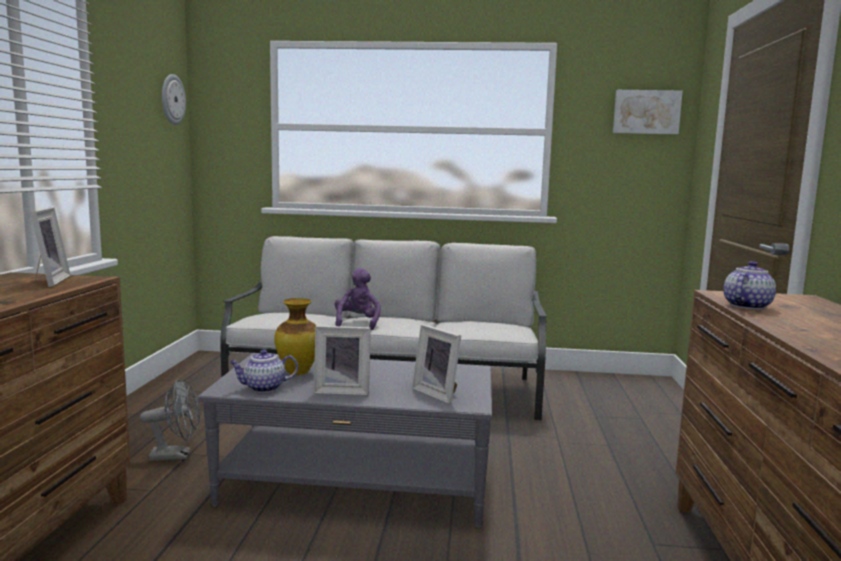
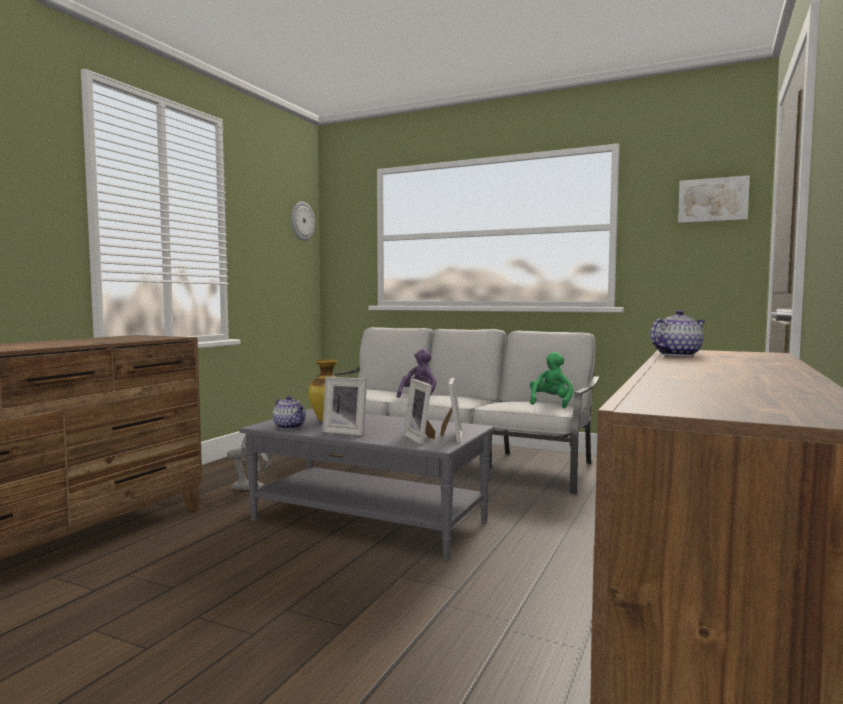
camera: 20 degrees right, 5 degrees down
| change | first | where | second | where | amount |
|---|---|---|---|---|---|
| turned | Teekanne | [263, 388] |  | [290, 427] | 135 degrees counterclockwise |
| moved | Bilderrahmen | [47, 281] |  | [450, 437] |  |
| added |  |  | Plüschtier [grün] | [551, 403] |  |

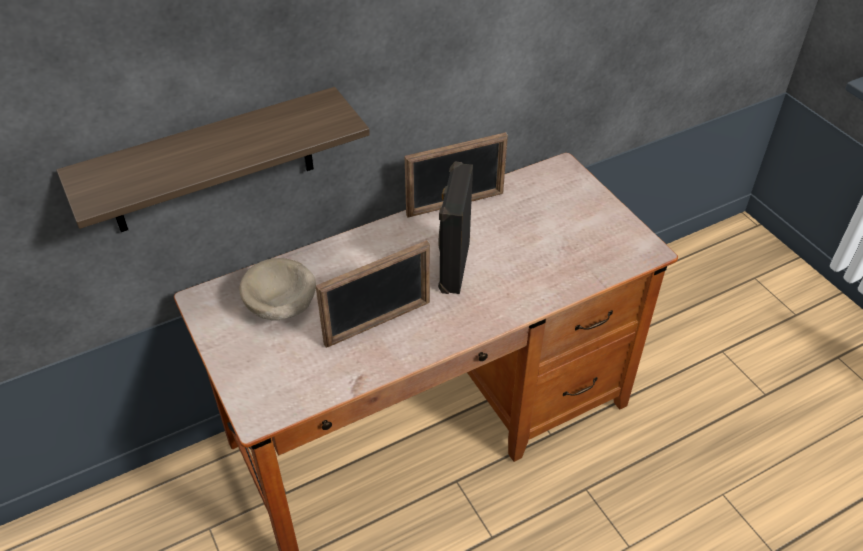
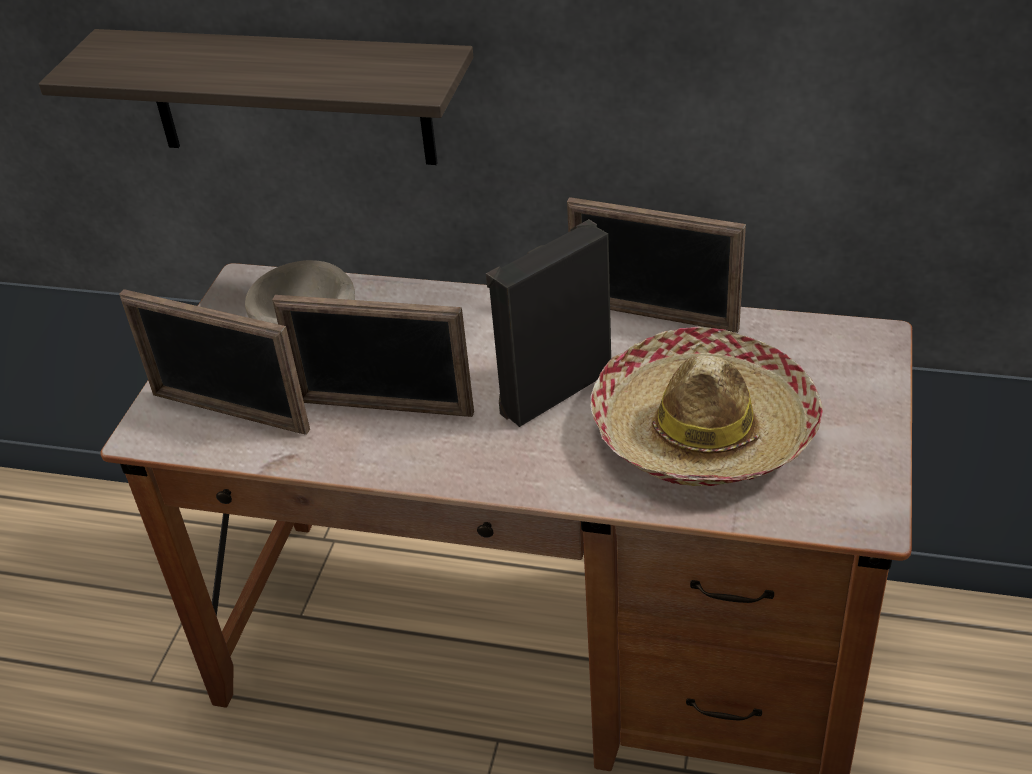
camera: 45 degrees right, 5 degrees down
| change | first | where | second | where | amount |
|---|---|---|---|---|---|
| added |  |  | Bilderrahmen | [229, 412] |  |
| added |  |  | Hut | [704, 429] |  |

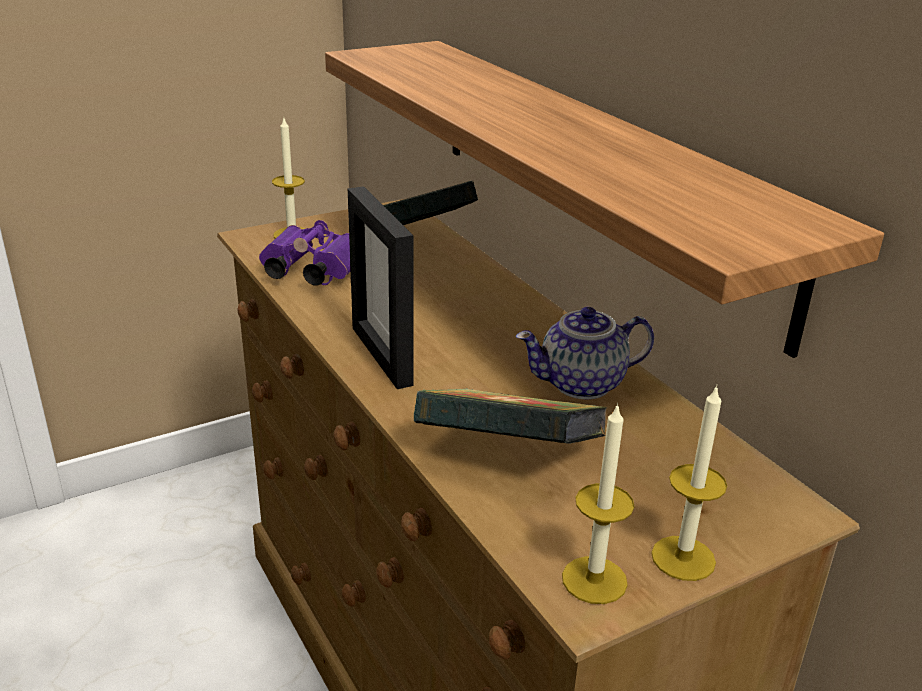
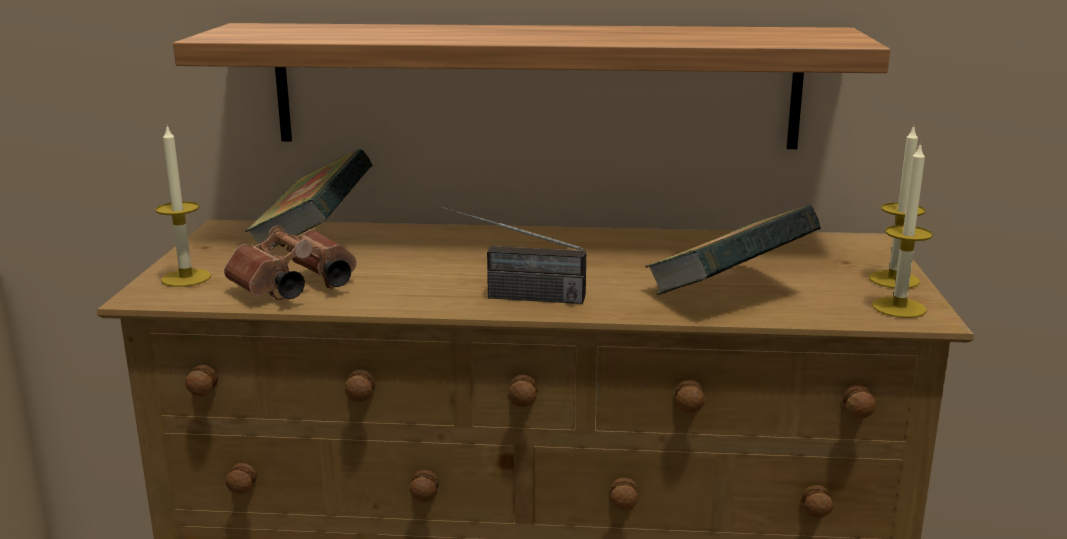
camera: 55 degrees left, 10 degrees down
| change | first | where | second | where | amount |
|---|---|---|---|---|---|
| recoloured | Fernglas [lila] | [308, 273] | Fernglas [braun] | [293, 289] |  |
| replaced | Bilderrahmen | [384, 355] | Radio | [510, 296] |  |
| removed | Teekanne | [581, 385] |  |  |  |

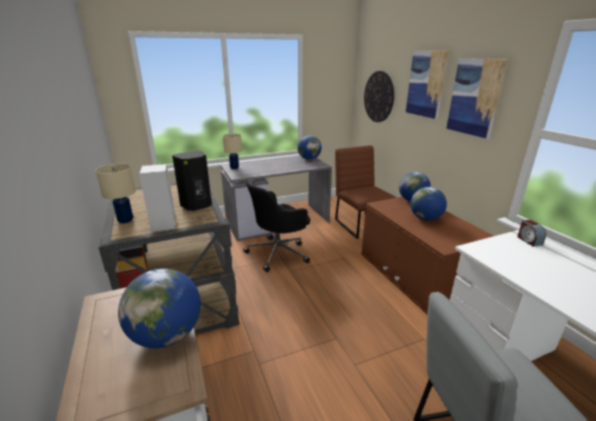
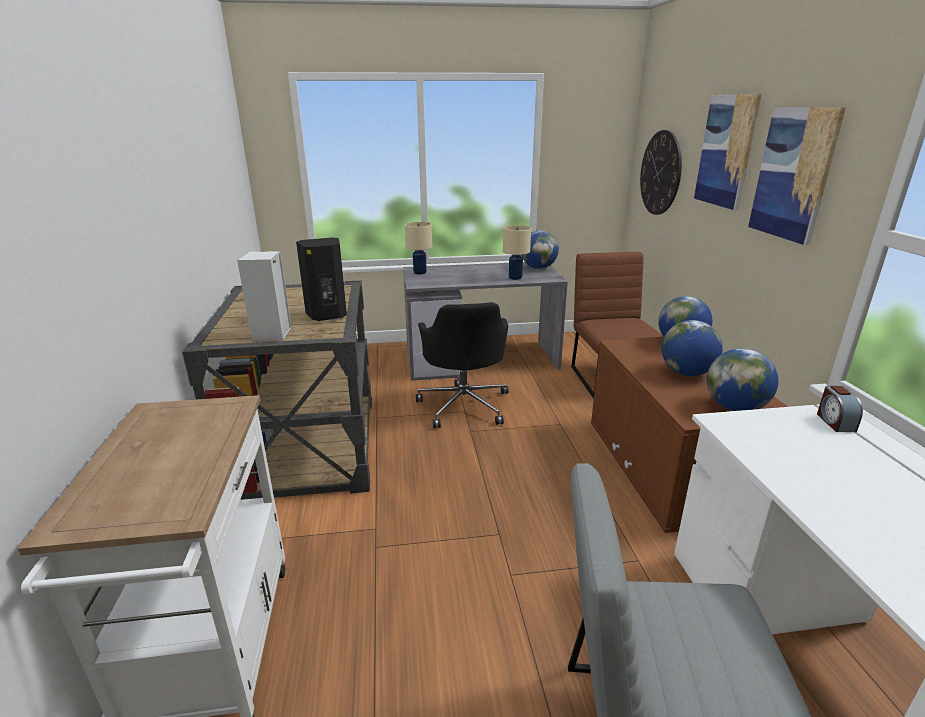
camera: 15 degrees right, 0 degrees up
| change | first | where | second | where | amount |
|---|---|---|---|---|---|
| turned | Bürostuhl [schwarz] | [279, 253] |  | [464, 404] | 75 degrees counterclockwise |
| moved | Tischlampe [beige] | [125, 220] |  | [515, 278] |  |
| moved | Globus | [167, 335] |  | [735, 407] |  |

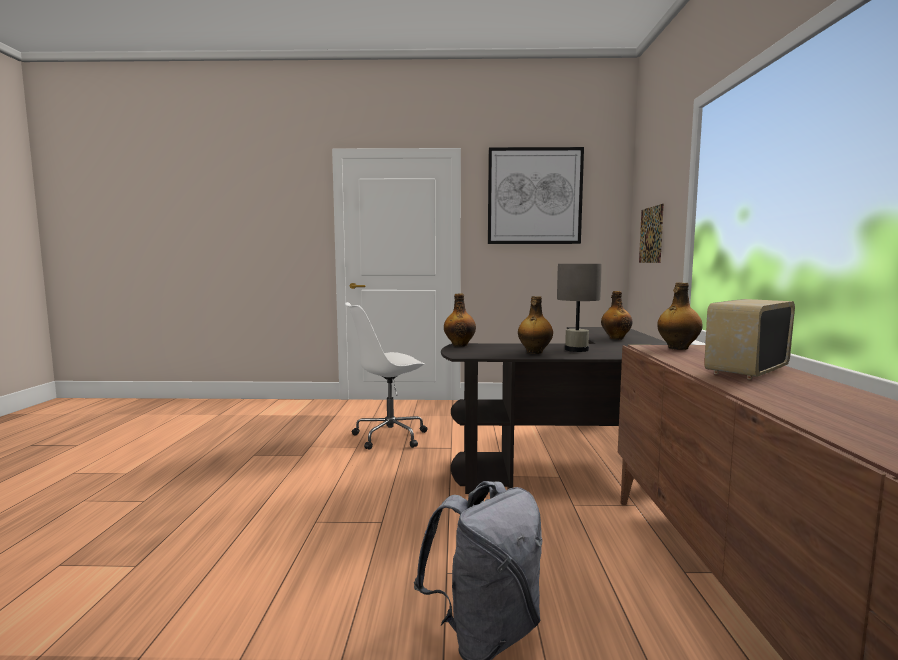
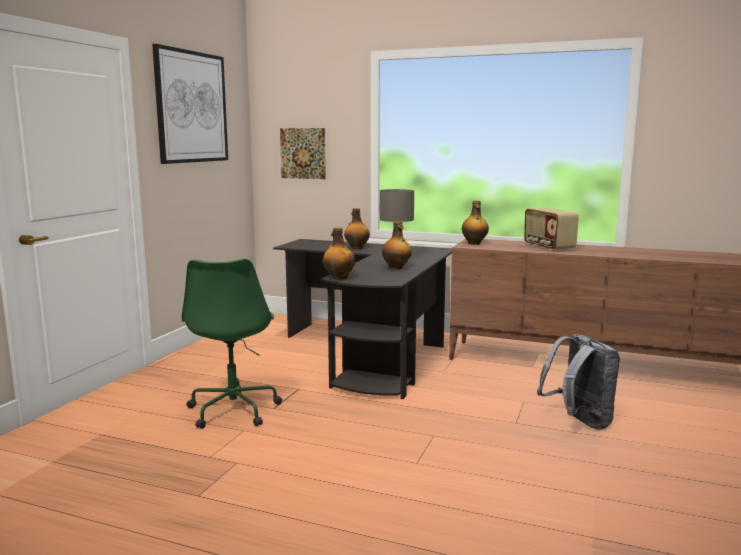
camera: 70 degrees left, 5 degrees up
| change | first | where | second | where | amount |
|---|---|---|---|---|---|
| recoloured | Bürostuhl [weiß] | [388, 437] | Bürostuhl [grün] | [233, 412] |  |

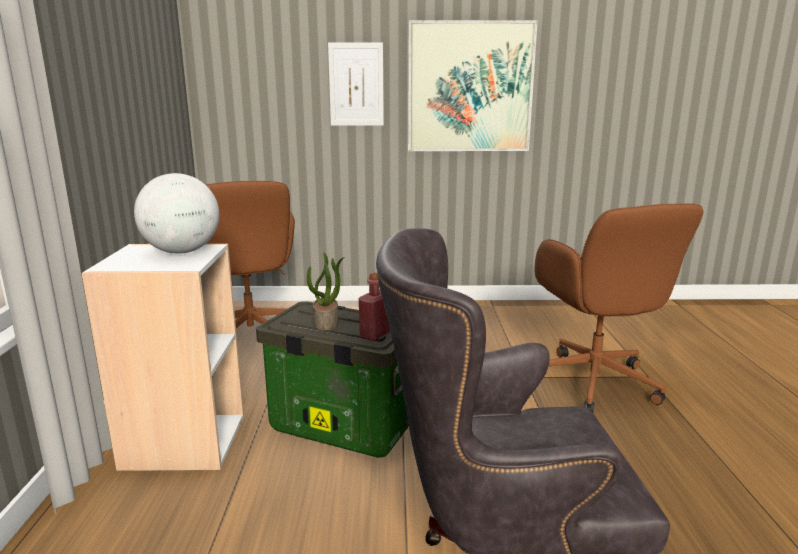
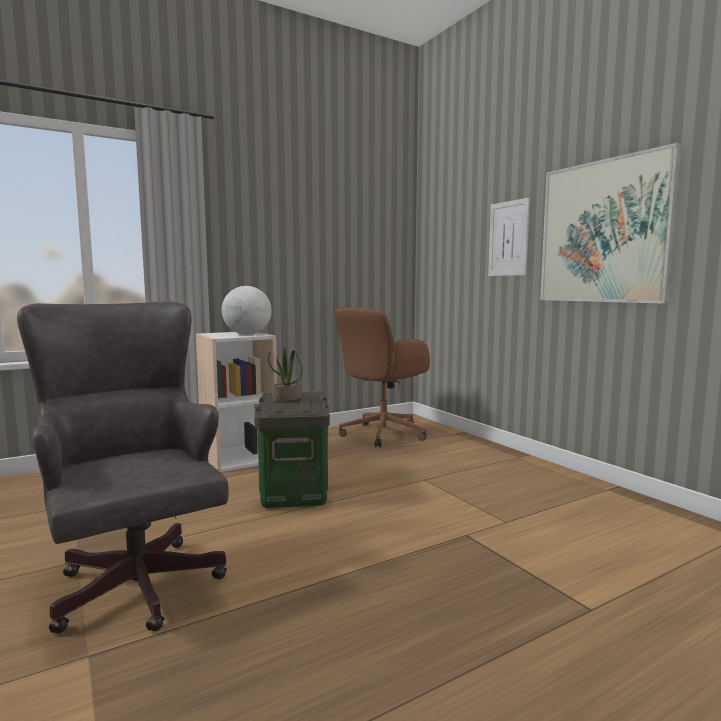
camera: 60 degrees right, 10 degrees down
| change | first | where | second | where | amount |
|---|---|---|---|---|---|
| removed | Flasche [rot] | [375, 335] |  |  |  |
| removed | Bürostuhl [braun] | [593, 383] |  |  |  |

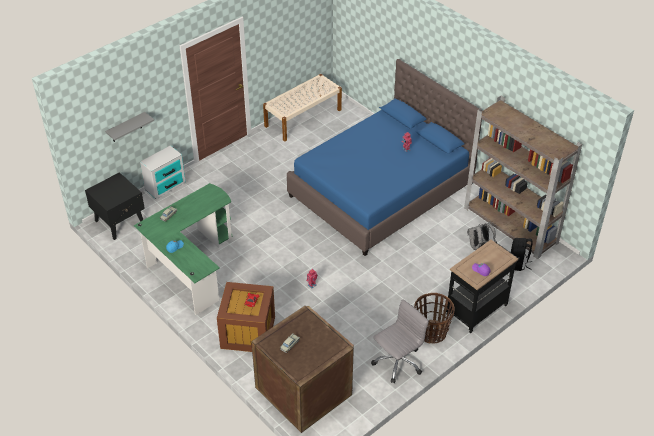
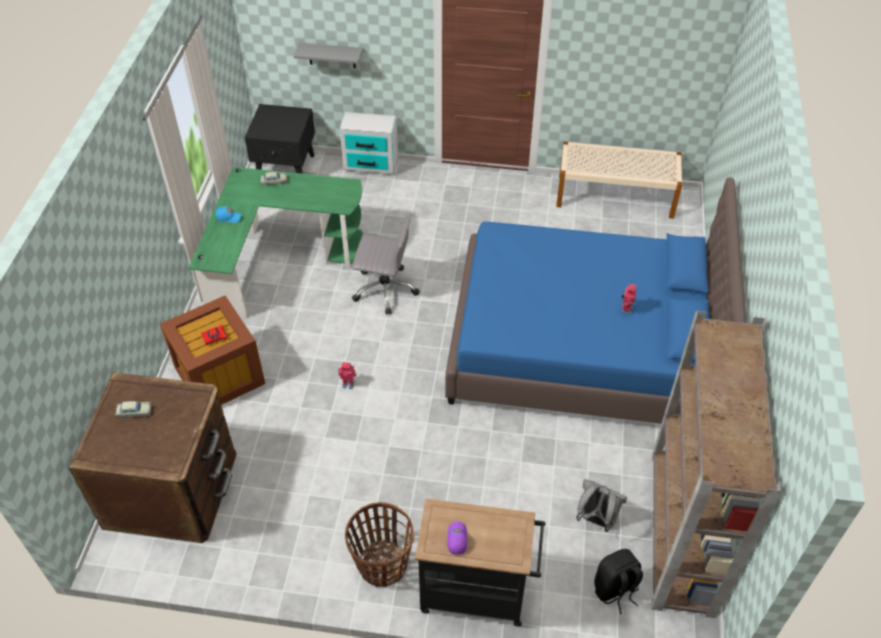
camera: 50 degrees right, 5 degrees up
| change | first | where | second | where | amount |
|---|---|---|---|---|---|
| moved | Bürostuhl [grau] | [398, 362] |  | [385, 289] |  |

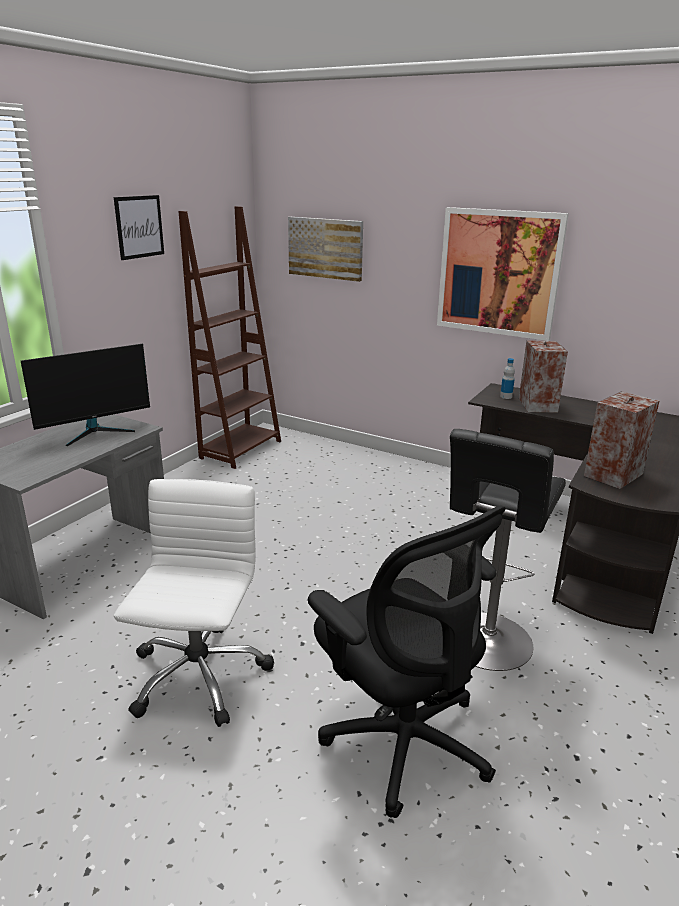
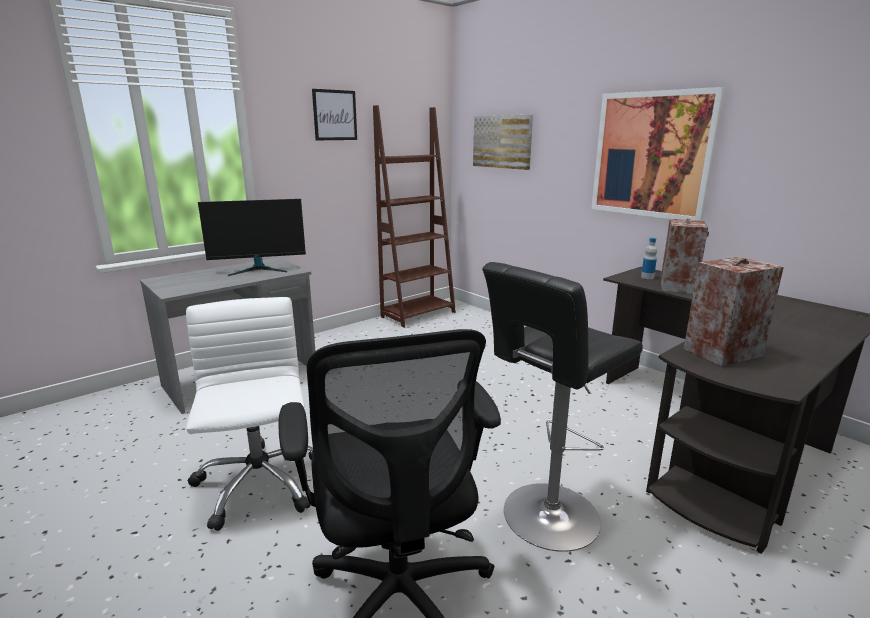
camera: 20 degrees right, 5 degrees down
| change | first | where | second | where | amount |
|---|---|---|---|---|---|
| turned | Bürostuhl [weiß] | [198, 675] |  | [259, 483] | 45 degrees counterclockwise |

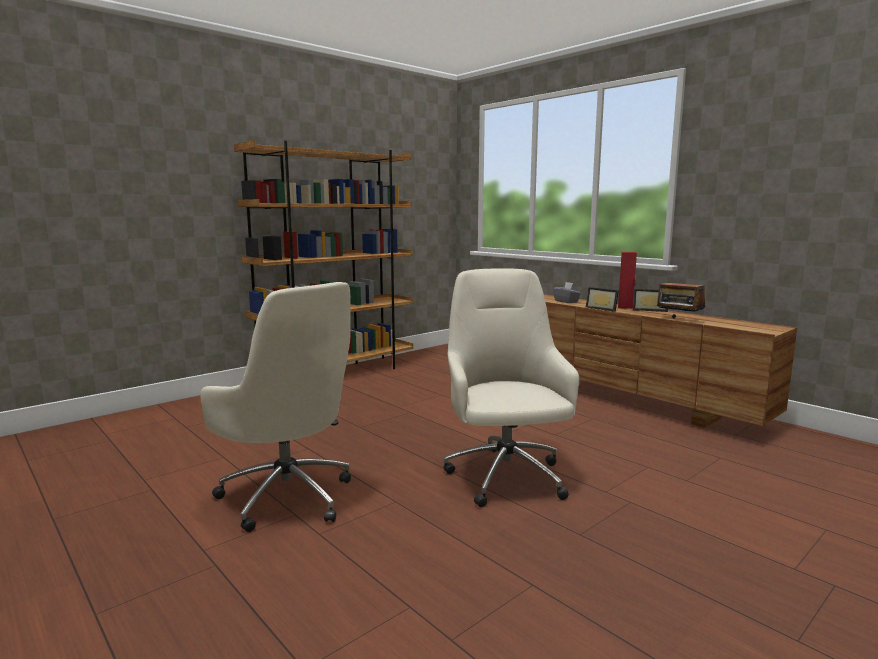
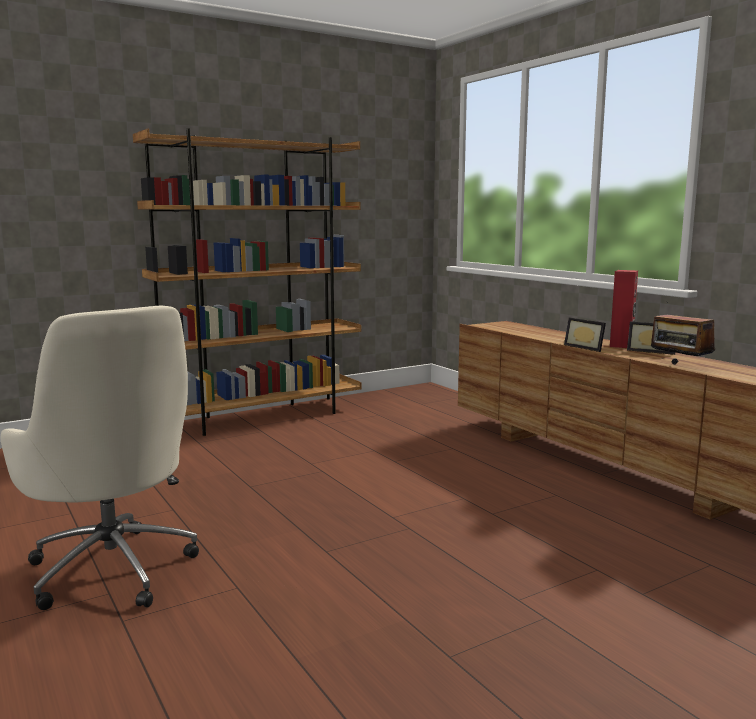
camera: 10 degrees right, 0 degrees up
| change | first | where | second | where | amount |
|---|---|---|---|---|---|
| removed | Bürostuhl [beige] | [505, 476] |  |  |  |
| removed | Taschentuchbox [grau] | [566, 301] |  |  |  |

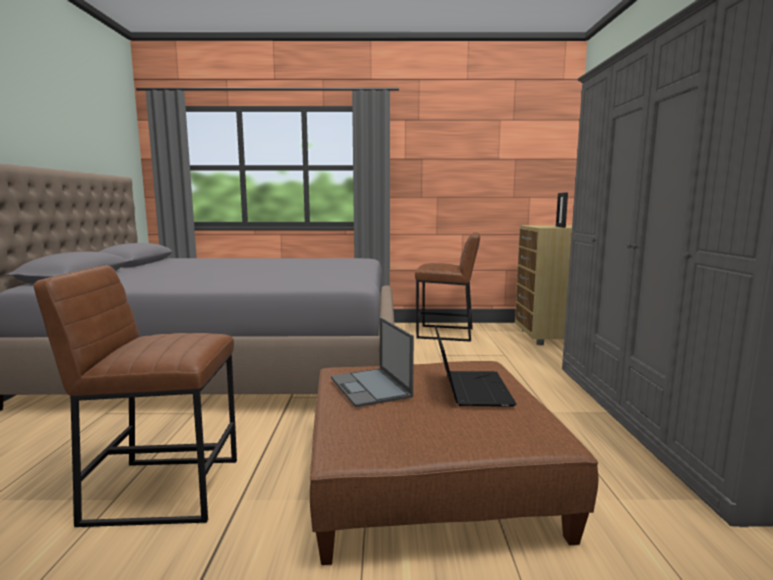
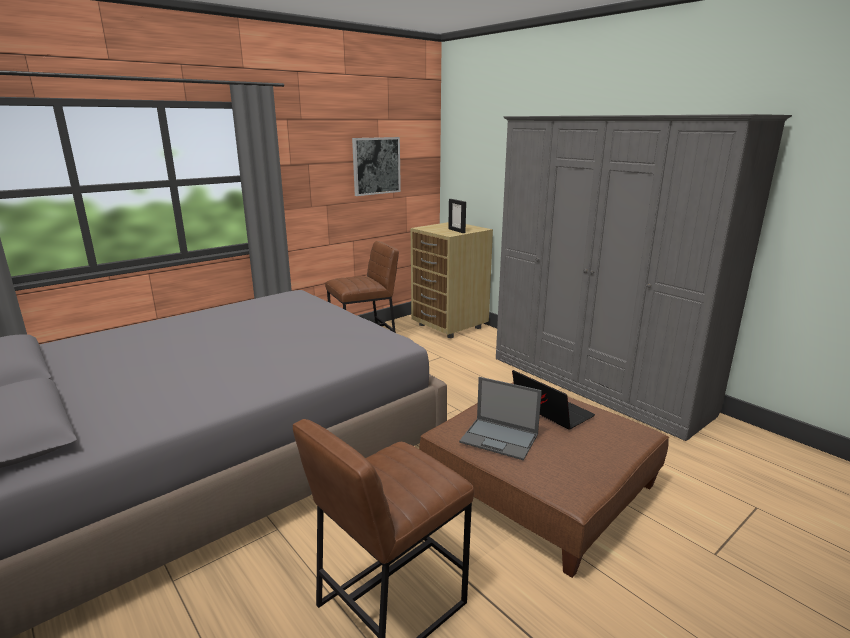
camera: 40 degrees left, 10 degrees up
| change | first | where | second | where | amount |
|---|---|---|---|---|---|
| added |  |  | Bild | [376, 166] |  |

